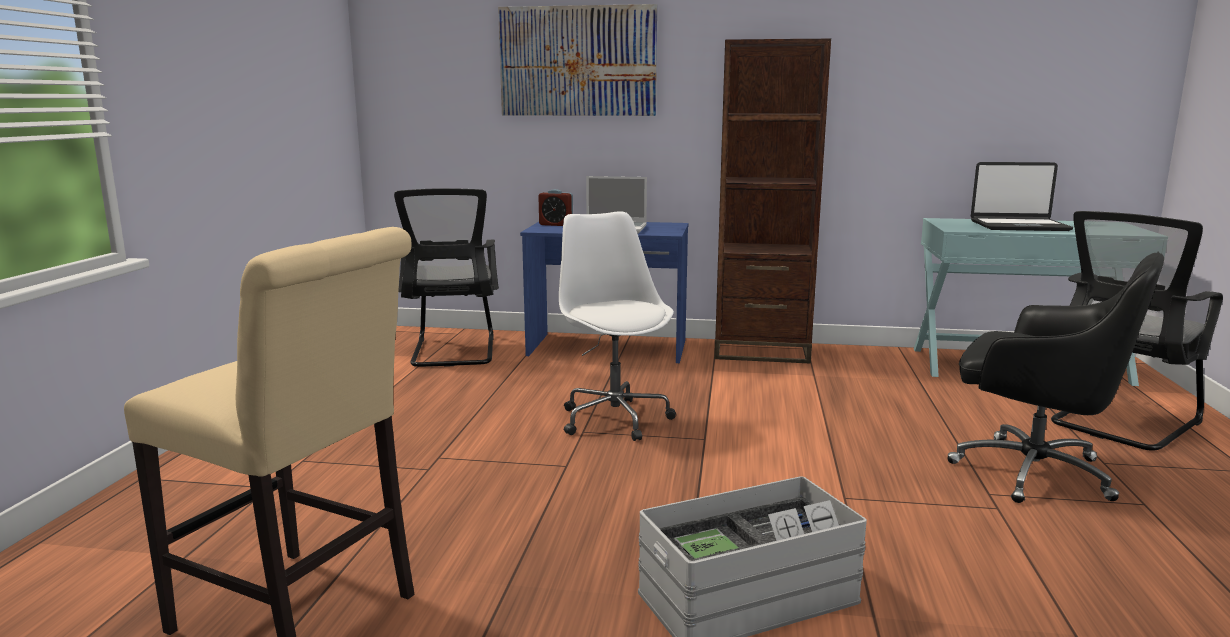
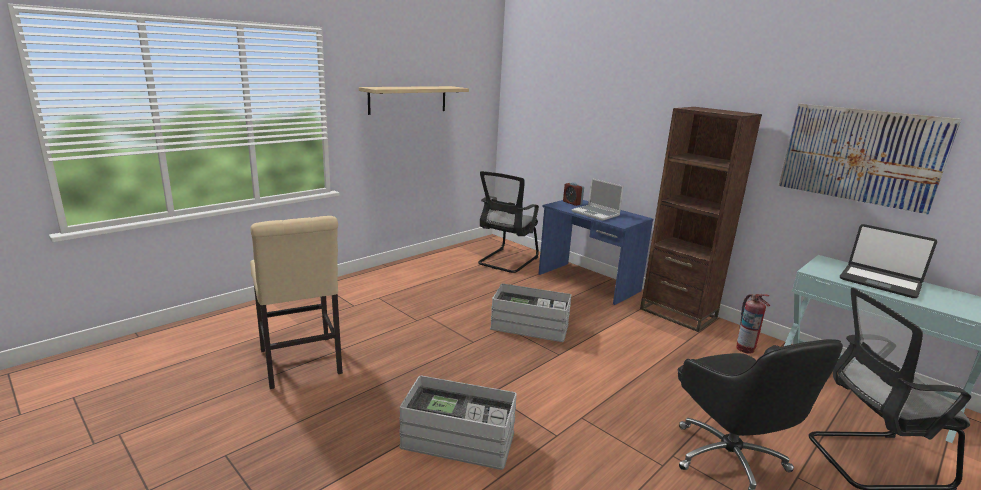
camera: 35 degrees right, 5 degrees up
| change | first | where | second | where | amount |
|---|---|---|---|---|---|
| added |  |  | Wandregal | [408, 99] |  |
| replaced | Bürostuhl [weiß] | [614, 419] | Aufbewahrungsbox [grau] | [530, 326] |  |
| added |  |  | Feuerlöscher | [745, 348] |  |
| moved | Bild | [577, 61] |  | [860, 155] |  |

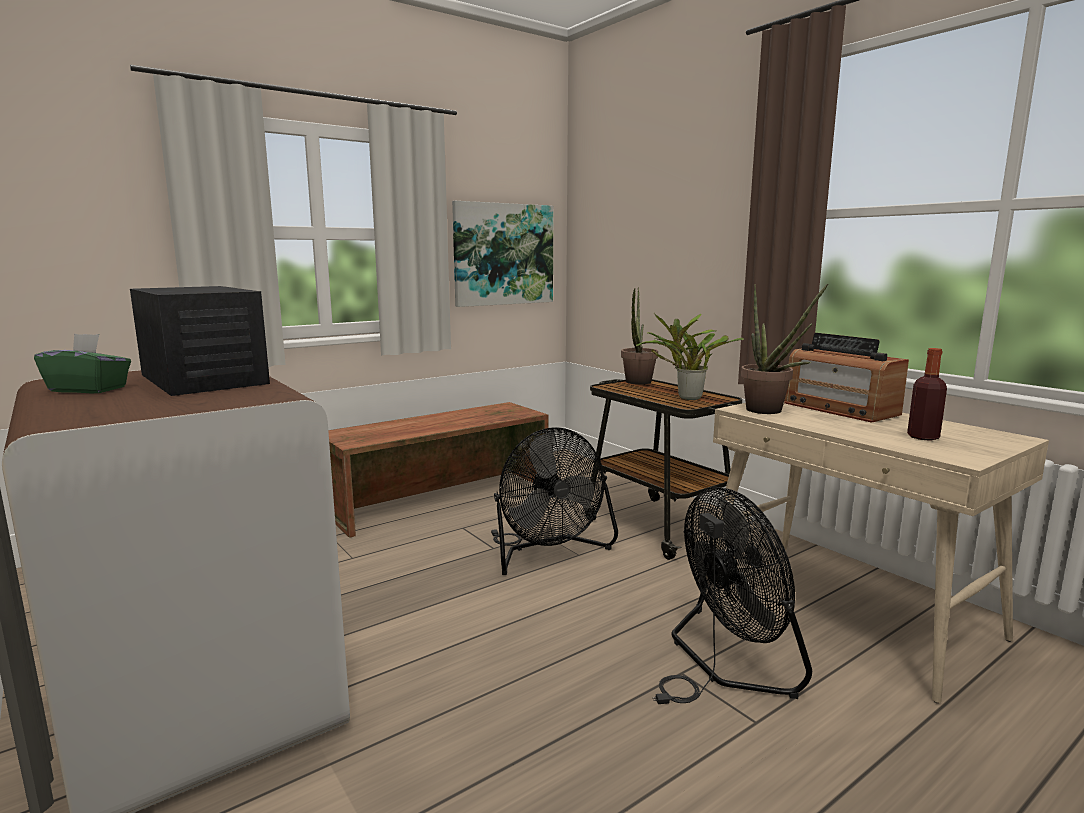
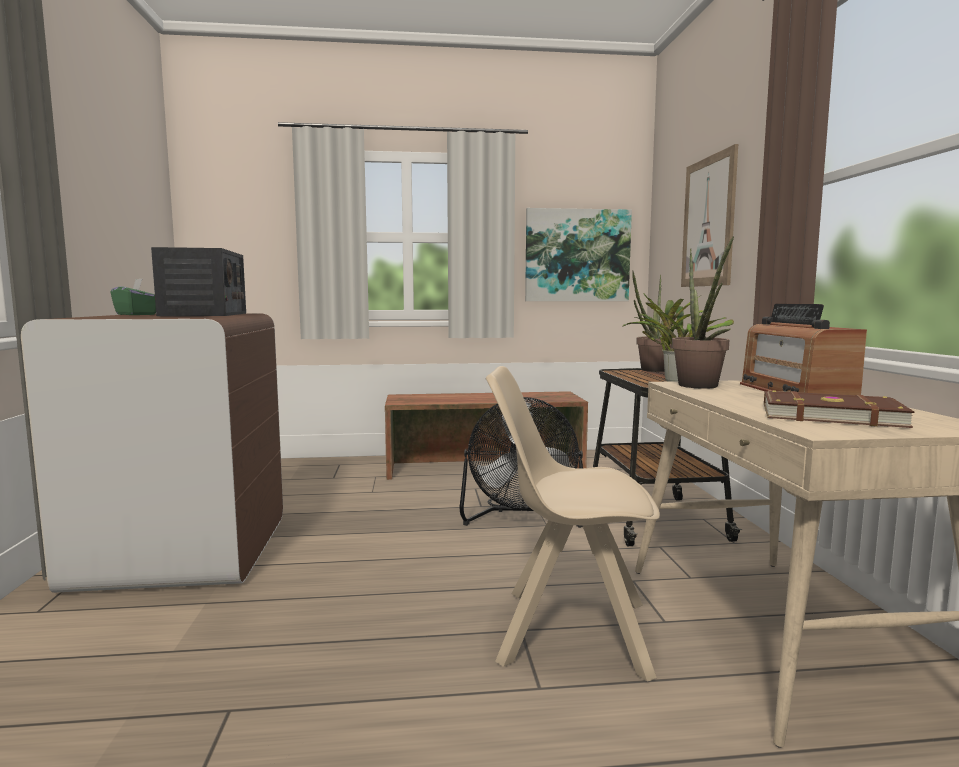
camera: 30 degrees right, 5 degrees down
| change | first | where | second | where | amount |
|---|---|---|---|---|---|
| replaced | Ventilator [schwarz] | [717, 660] | Stuhl [beige] | [569, 631] |  |
| added |  |  | Bild | [708, 222] |  |
| replaced | Flasche | [923, 437] | Buch [braun] | [829, 415] |  |

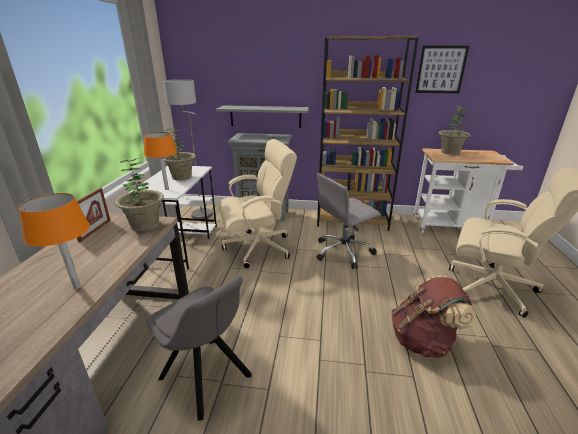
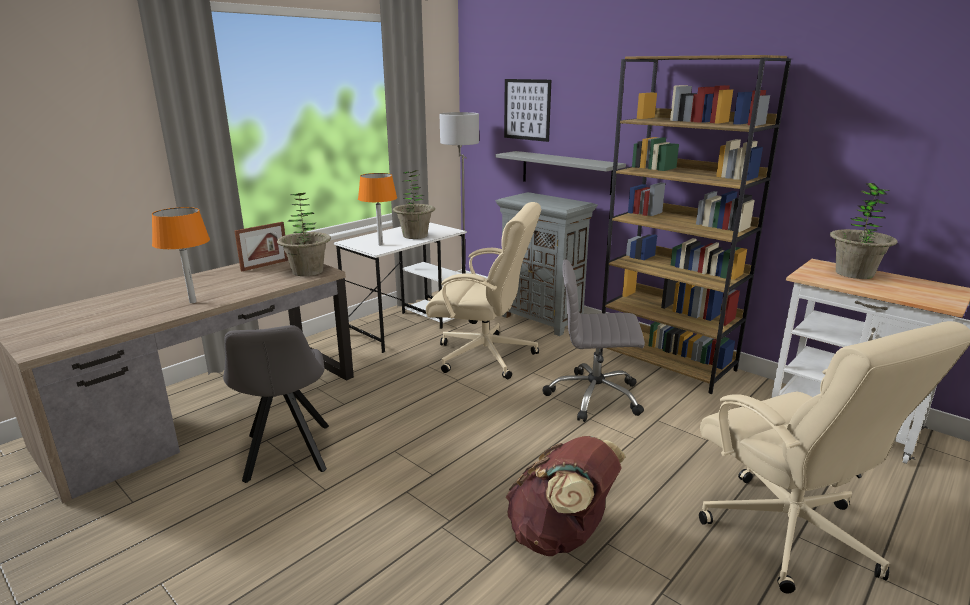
camera: 35 degrees right, 5 degrees down
| change | first | where | second | where | amount |
|---|---|---|---|---|---|
| moved | Bild | [441, 70] |  | [527, 109] |  |

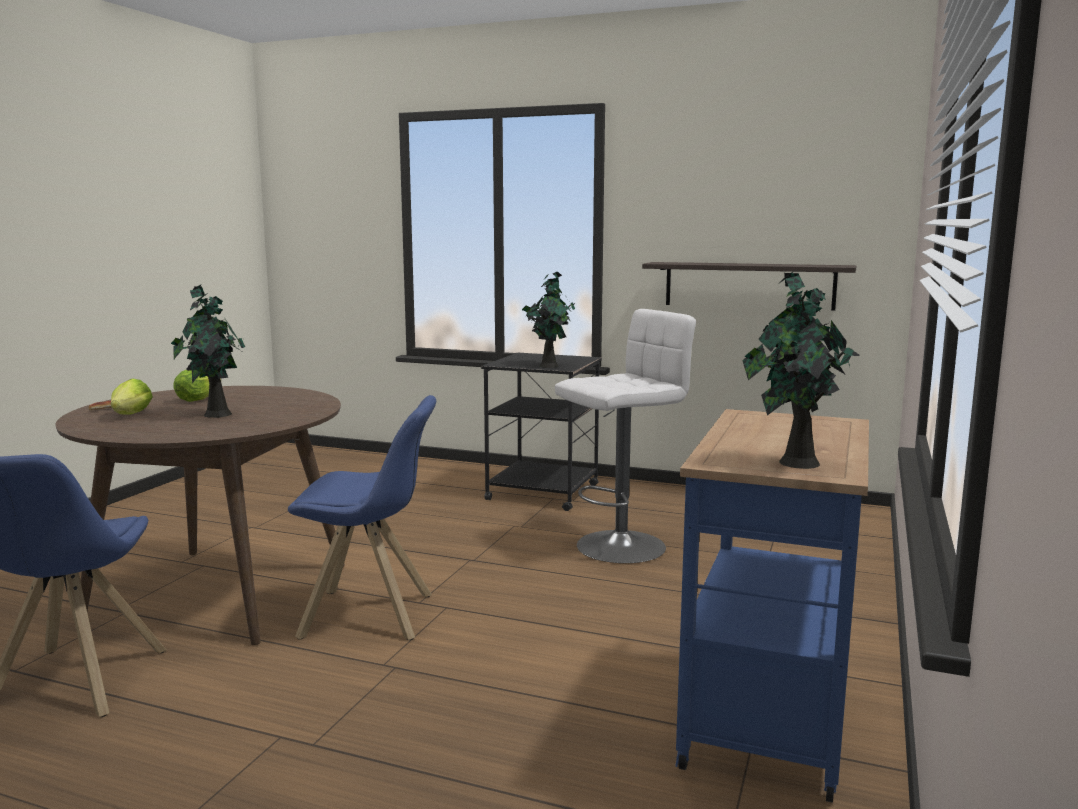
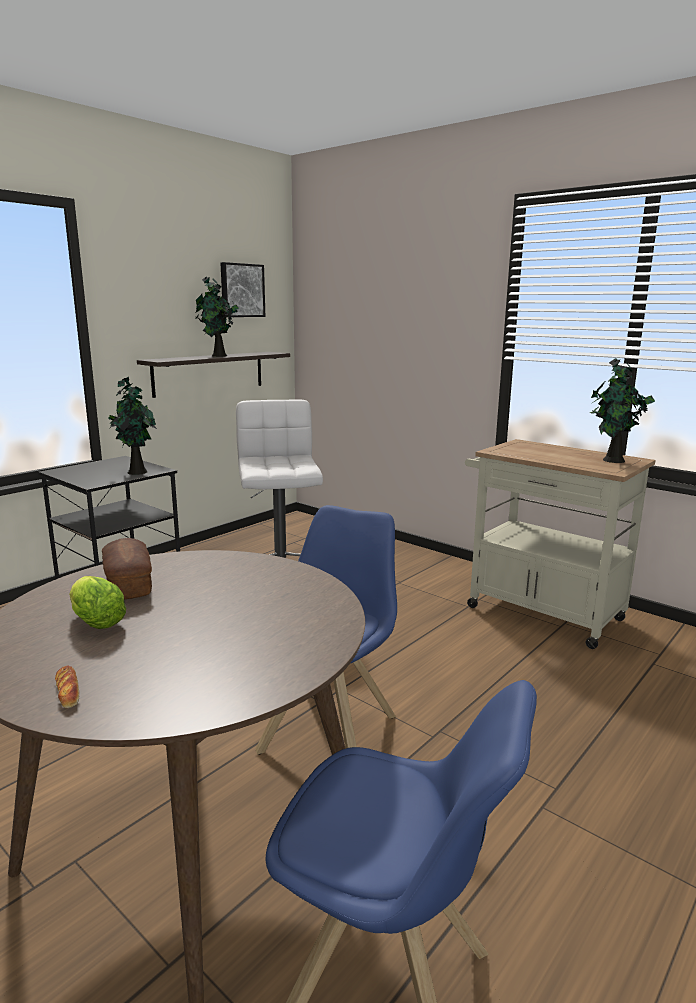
camera: 70 degrees left, 5 degrees up
| change | first | where | second | where | amount |
|---|---|---|---|---|---|
| added |  |  | Brot | [128, 583] |  |
| moved | Topfpflanze | [215, 414] |  | [218, 356] |  |
| added |  |  | Bild | [241, 290] |  |
| recoloured | Rollwagen [blau] | [768, 714] | Rollwagen [beige] | [540, 612] |  |
| removed | Salatkopf | [130, 415] |  |  |  |

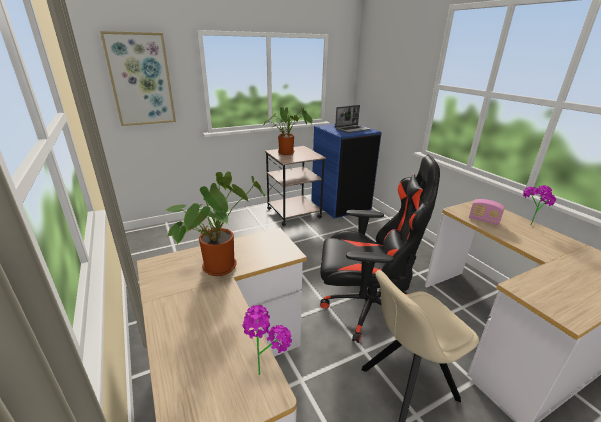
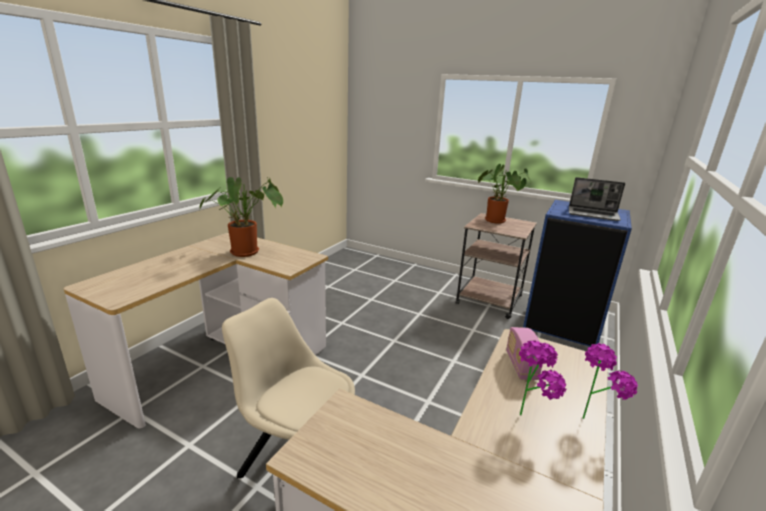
camera: 55 degrees right, 5 degrees down
| change | first | where | second | where | amount |
|---|---|---|---|---|---|
| moved | Topfpflanze | [265, 367] |  | [531, 415] |  |
| removed | Bild | [141, 80] |  |  |  |
| removed | Bürostuhl [schwarz] | [361, 310] |  |  |  |

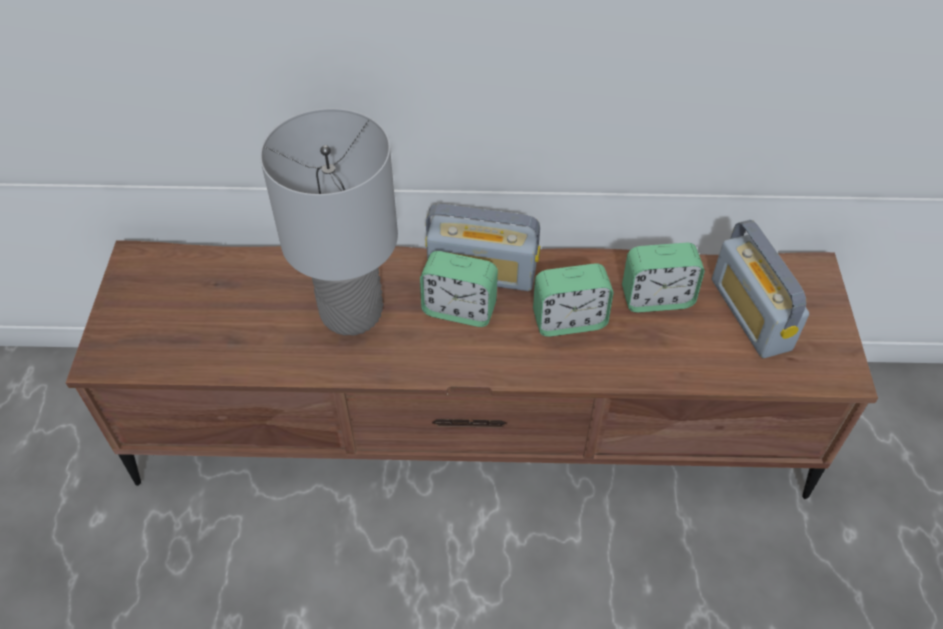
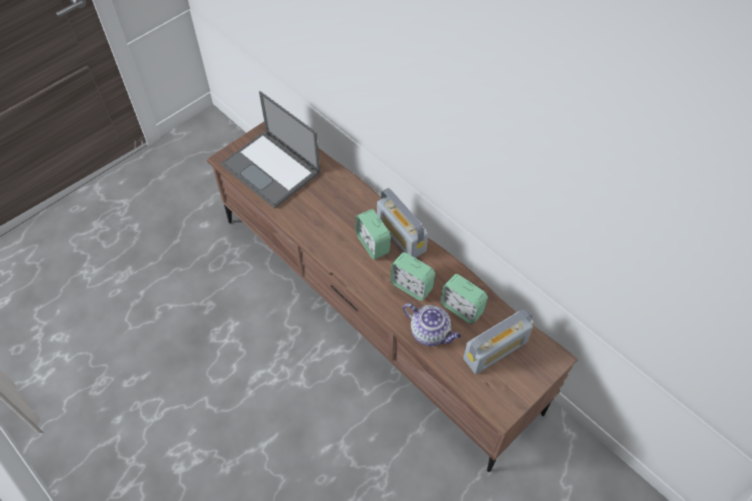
camera: 45 degrees right, 5 degrees up
| change | first | where | second | where | amount |
|---|---|---|---|---|---|
| added |  |  | Laptop | [272, 169] |  |
| added |  |  | Teekanne | [431, 333] |  |
| turned | Radio | [750, 314] |  | [495, 350] | 150 degrees counterclockwise |
| removed | Tischlampe [grau] | [353, 316] |  |  |  |

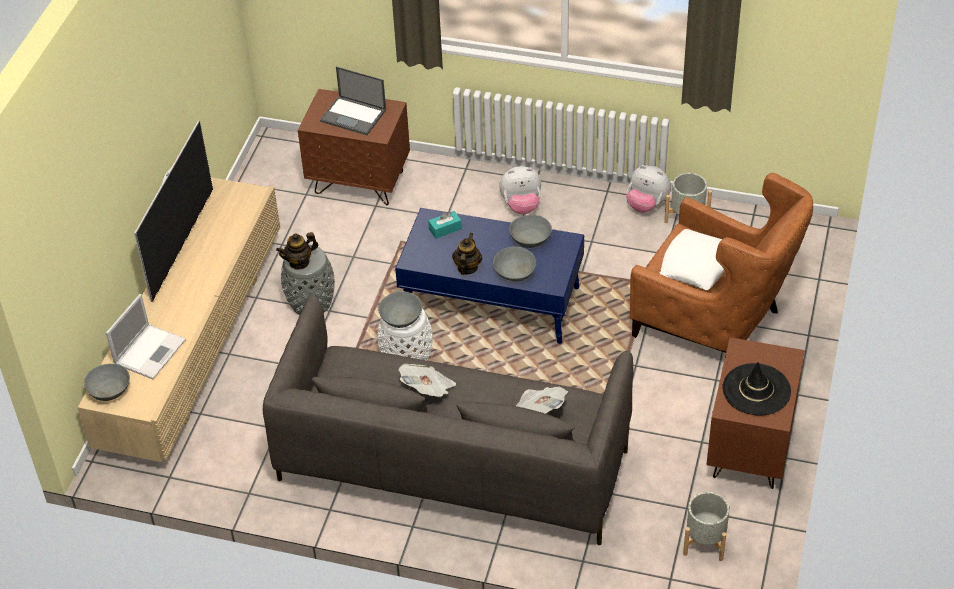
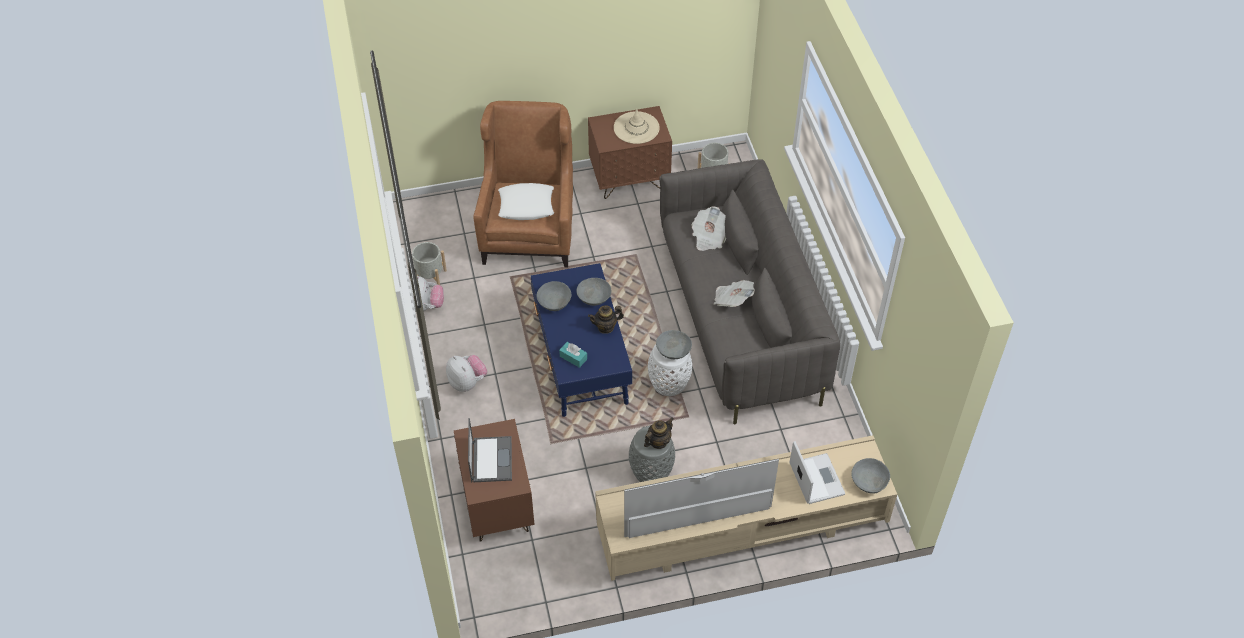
camera: 120 degrees left, 5 degrees up
| change | first | where | second | where | amount |
|---|---|---|---|---|---|
| recoloured | Hut [schwarz] | [756, 390] | Hut [beige] | [636, 128] |  |
| turned | Teekanne | [299, 262] |  | [658, 442] | 75 degrees counterclockwise |
| turned | Laptop | [150, 351] |  | [816, 478] | 75 degrees clockwise |

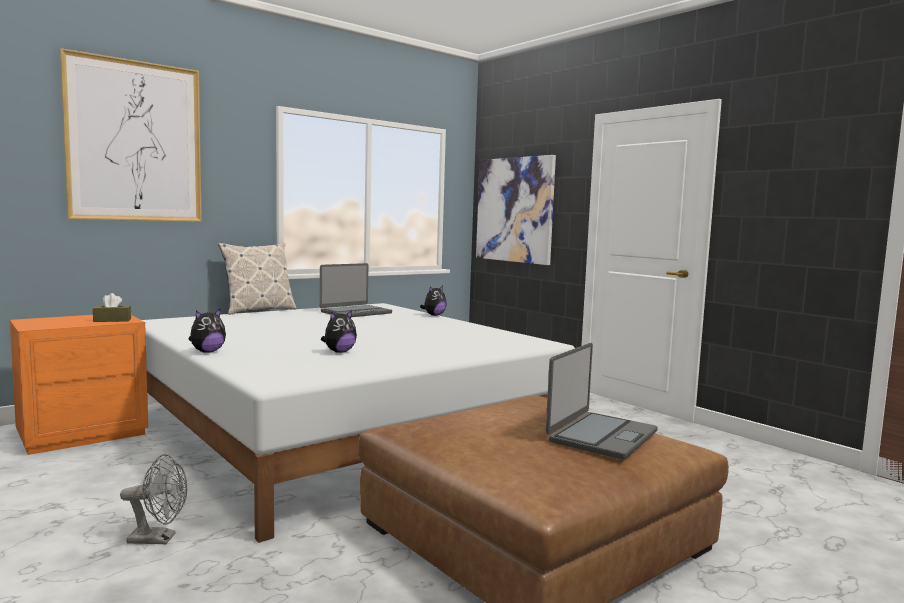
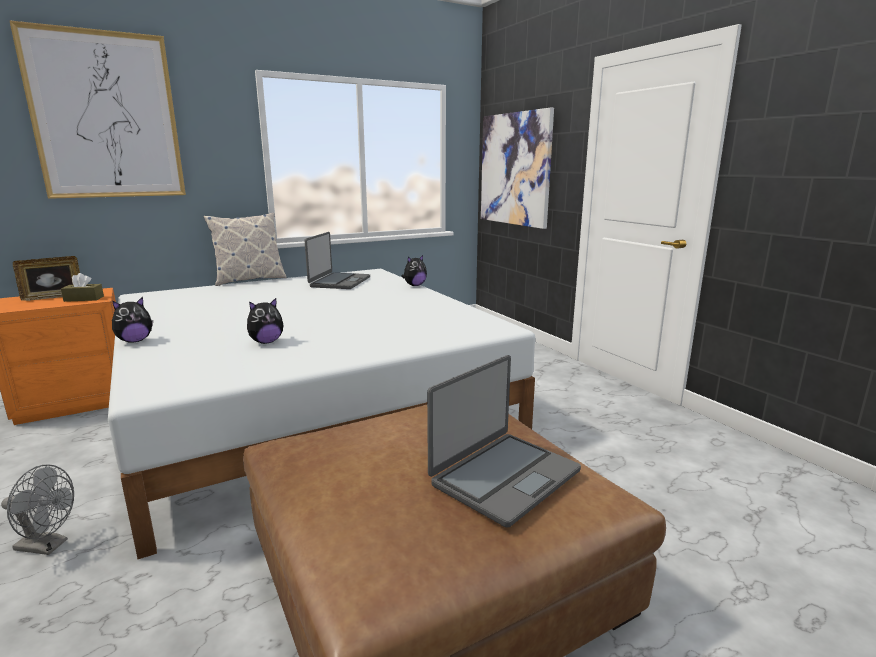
camera: 10 degrees right, 10 degrees up
| change | first | where | second | where | amount |
|---|---|---|---|---|---|
| added |  |  | Bilderrahmen | [53, 297] |  |
| turned | Laptop | [355, 312] |  | [339, 282] | 45 degrees counterclockwise |

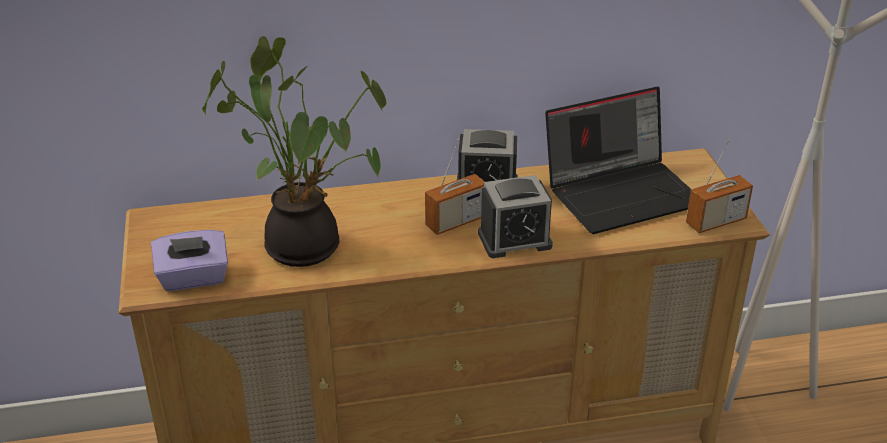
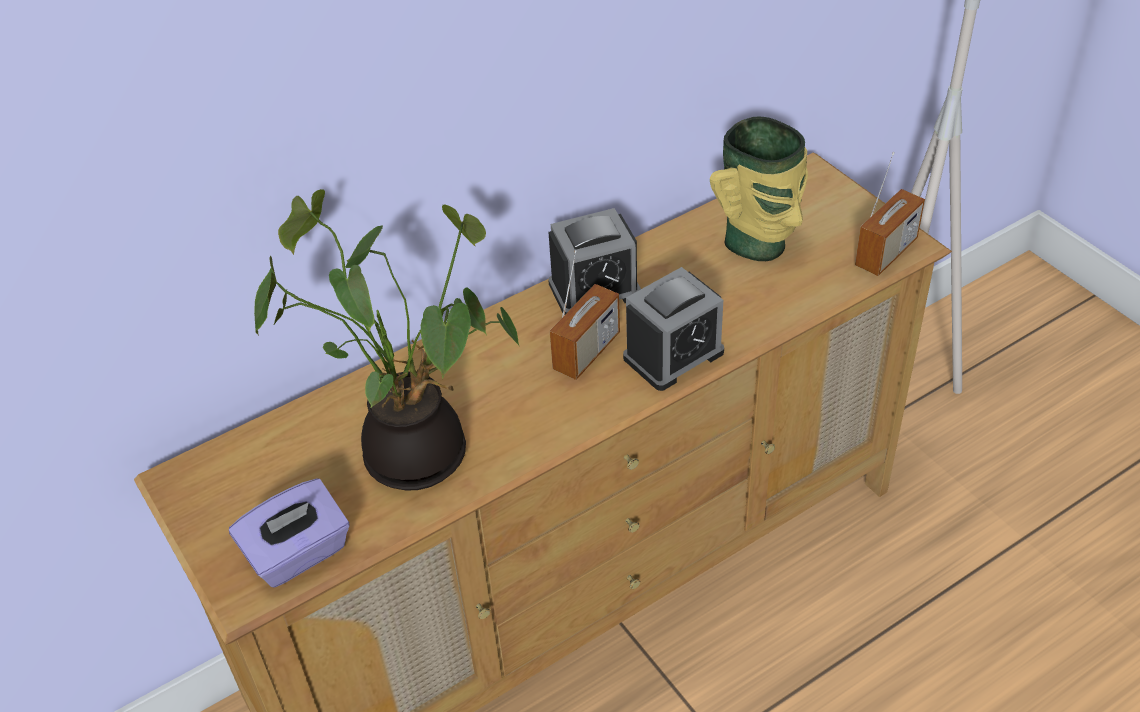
camera: 20 degrees left, 10 degrees up
| change | first | where | second | where | amount |
|---|---|---|---|---|---|
| replaced | Laptop | [622, 193] | Vase | [758, 245] |  |

